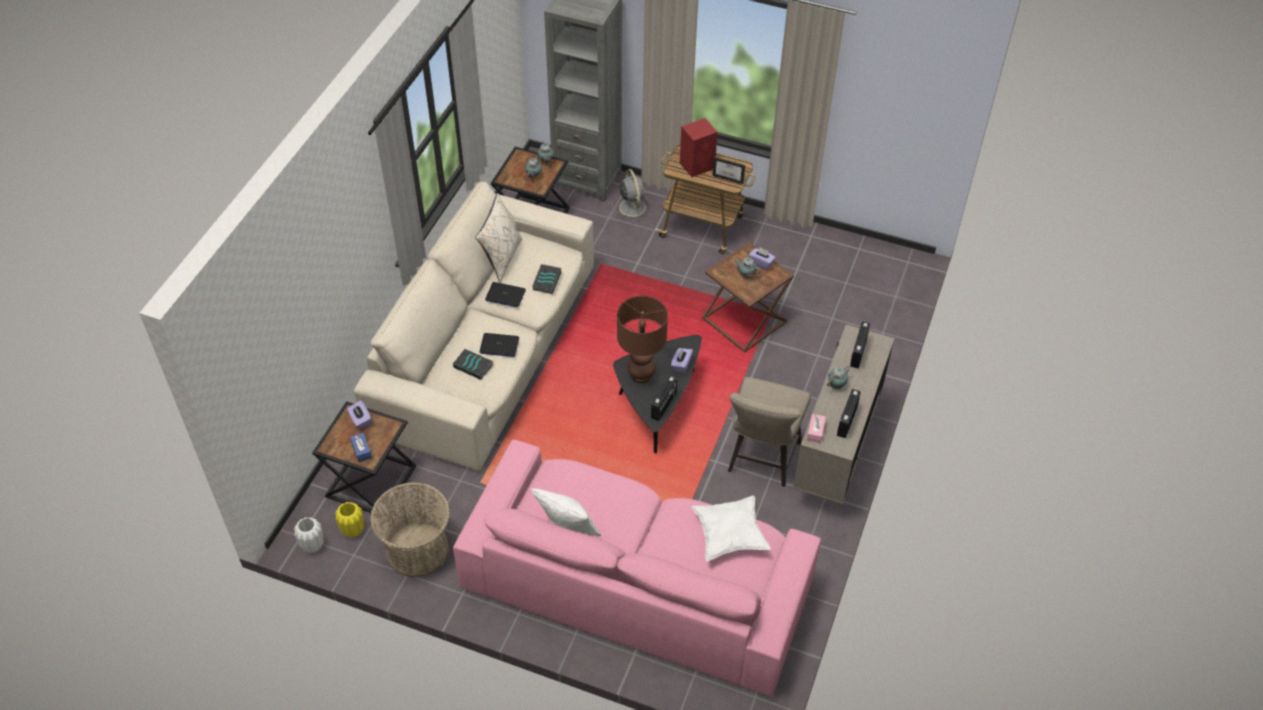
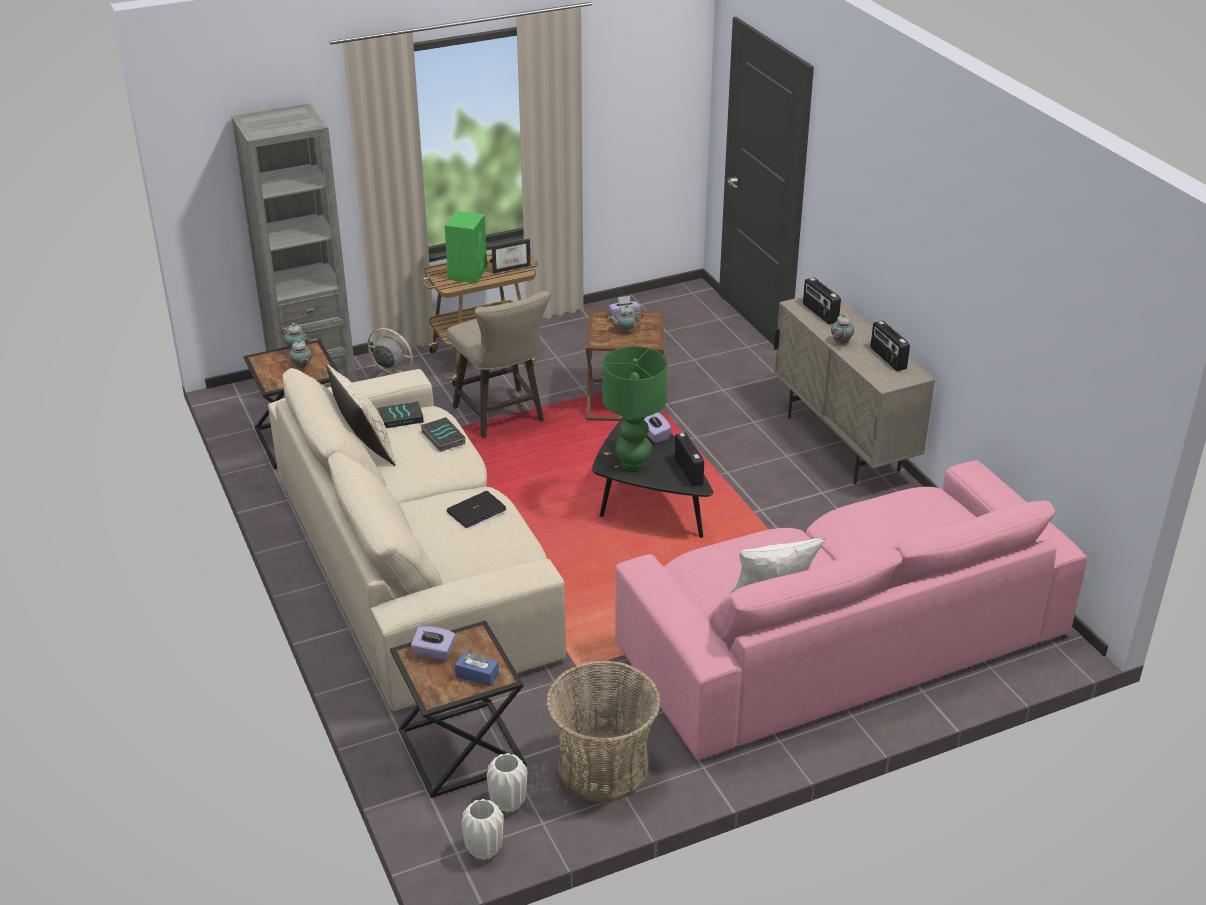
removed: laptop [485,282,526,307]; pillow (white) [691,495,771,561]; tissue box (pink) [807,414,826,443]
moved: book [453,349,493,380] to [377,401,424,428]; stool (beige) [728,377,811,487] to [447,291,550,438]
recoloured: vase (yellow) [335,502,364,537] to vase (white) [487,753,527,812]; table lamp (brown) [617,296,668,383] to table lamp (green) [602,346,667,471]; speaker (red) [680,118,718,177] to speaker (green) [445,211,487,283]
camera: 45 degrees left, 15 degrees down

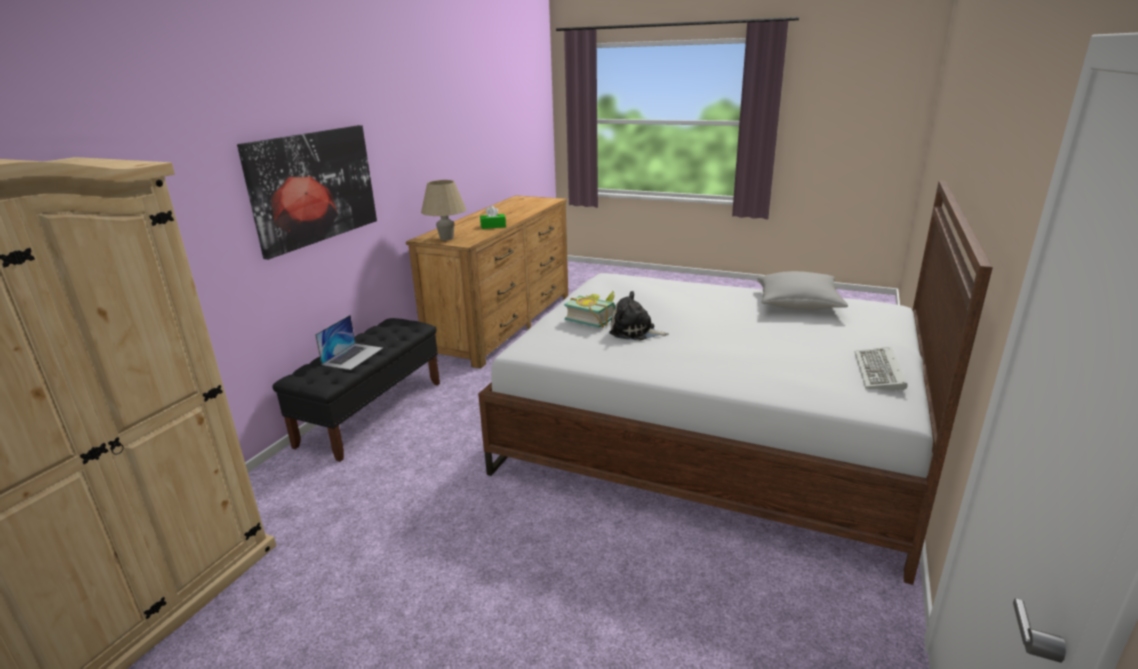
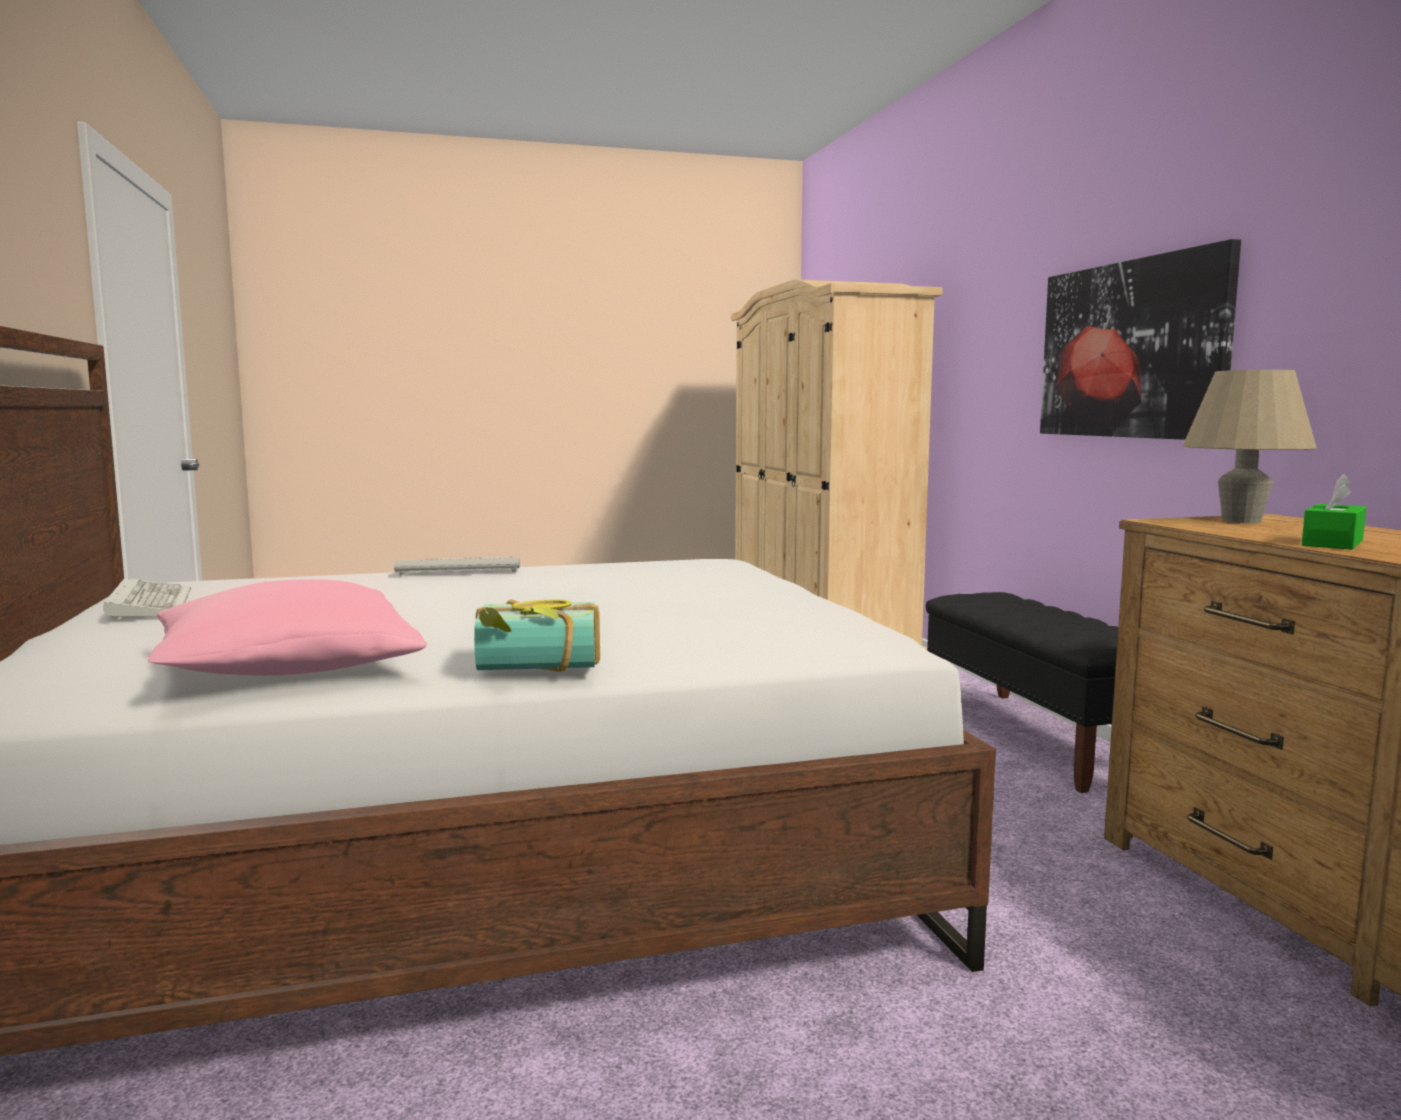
removed: laptop [315,315,383,370]; plush toy [609,291,669,341]
added: keyboard [394,556,520,575]
moved: book [564,291,615,328] to [474,599,600,672]
recoloured: pillow (grey) [757,271,848,310] to pillow (pink) [148,579,427,676]
camera: 140 degrees right, 15 degrees down

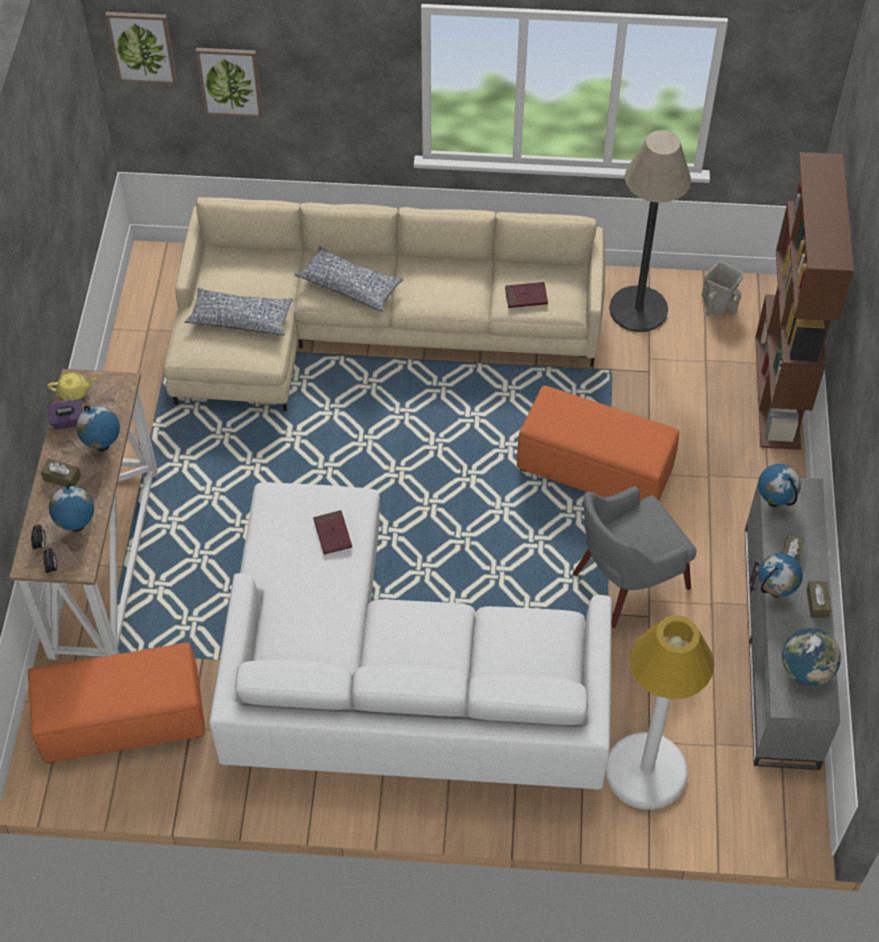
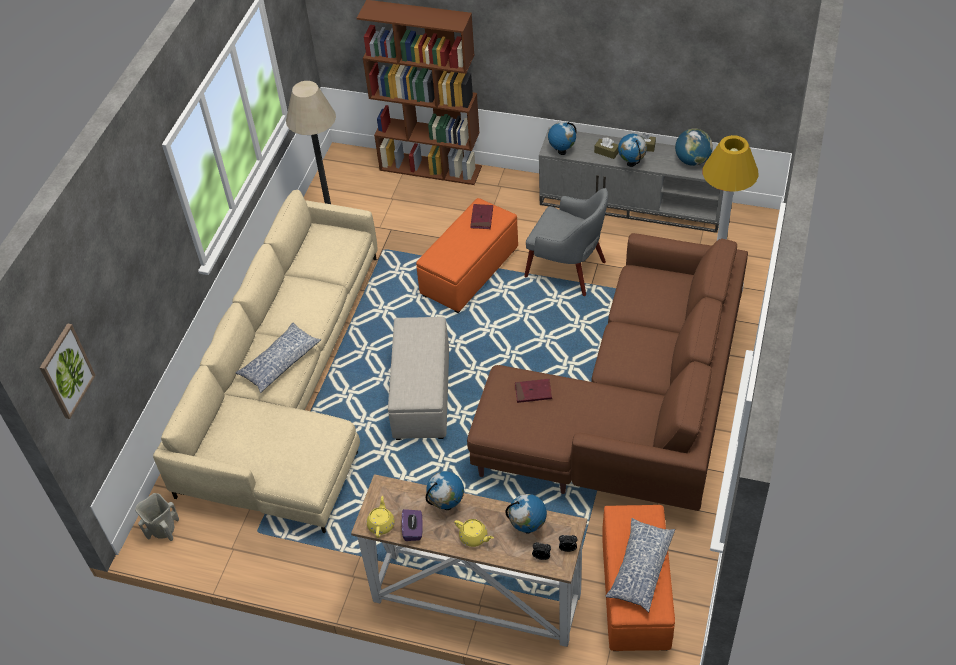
removed: picture [196,48,263,118]
added: ottoman (beige) [388,317,449,440]
moved: pillow [185,288,293,335] to [606,518,675,612]; book (red) [505,282,548,308] to [470,204,493,229]; vase (beige) [702,262,743,317] to [135,493,179,541]
replaced: tissue box (brown) [41,459,81,487] to teapot (yellow) [454,519,494,547]
recoloured: sofa (white) [209,482,612,790] to sofa (brown) [467,233,748,511]
turned: armchair (grey) [573,486,697,628] = [524,188,608,296] 45 degrees counterclockwise
camera: 75 degrees left, 5 degrees down

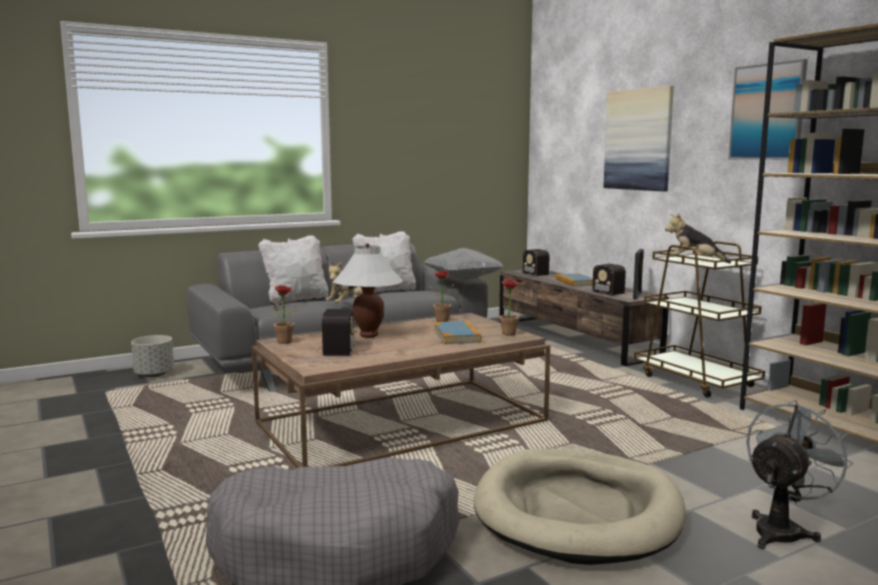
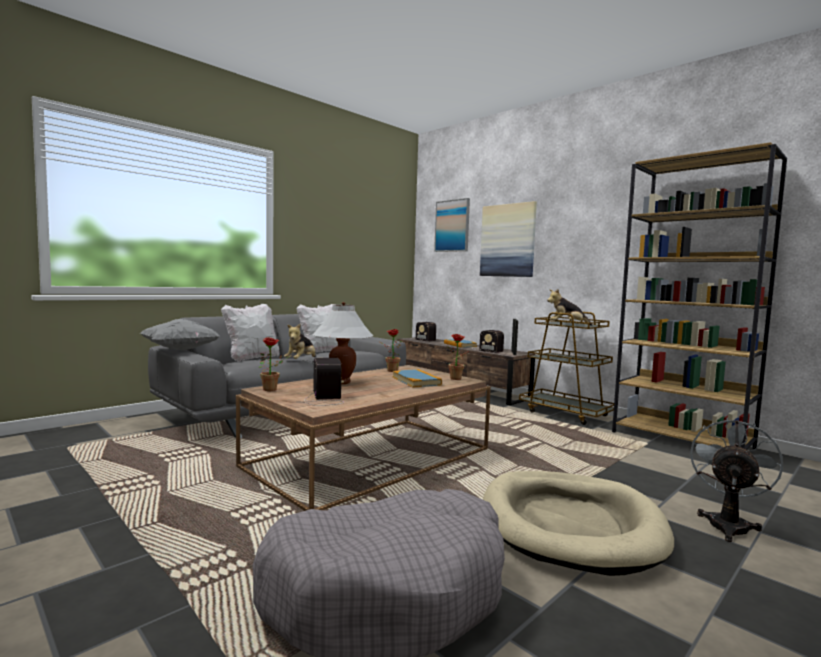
removed: planter (grey) [131,335,174,377]
moved: pillow (grey) [424,248,503,280] to [140,319,220,350]; picture [728,59,808,160] to [434,198,470,252]
camera: 15 degrees left, 5 degrees down

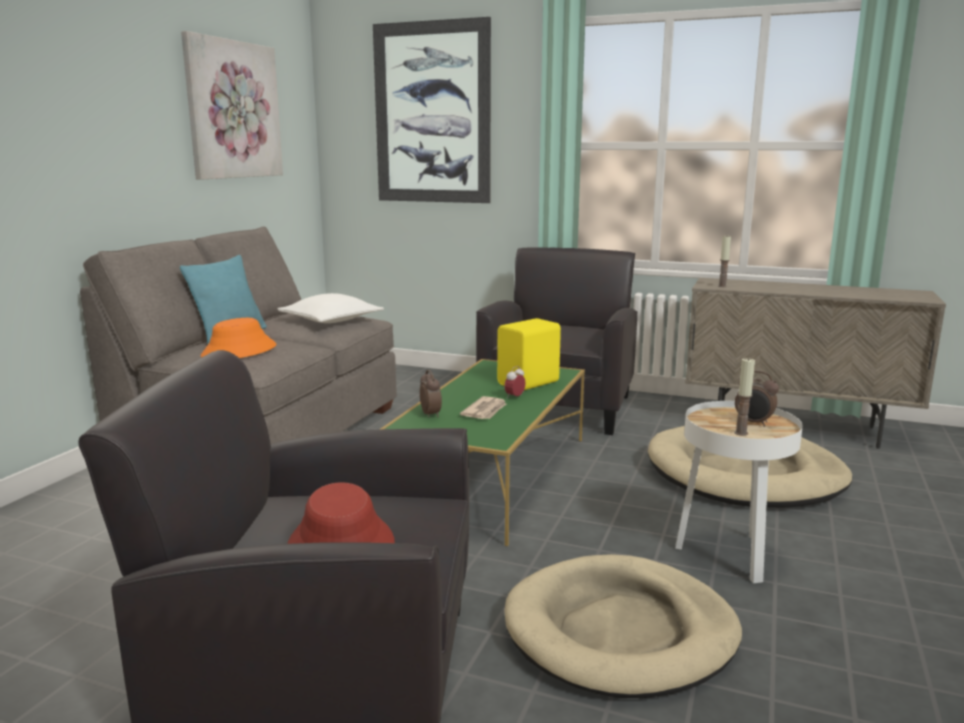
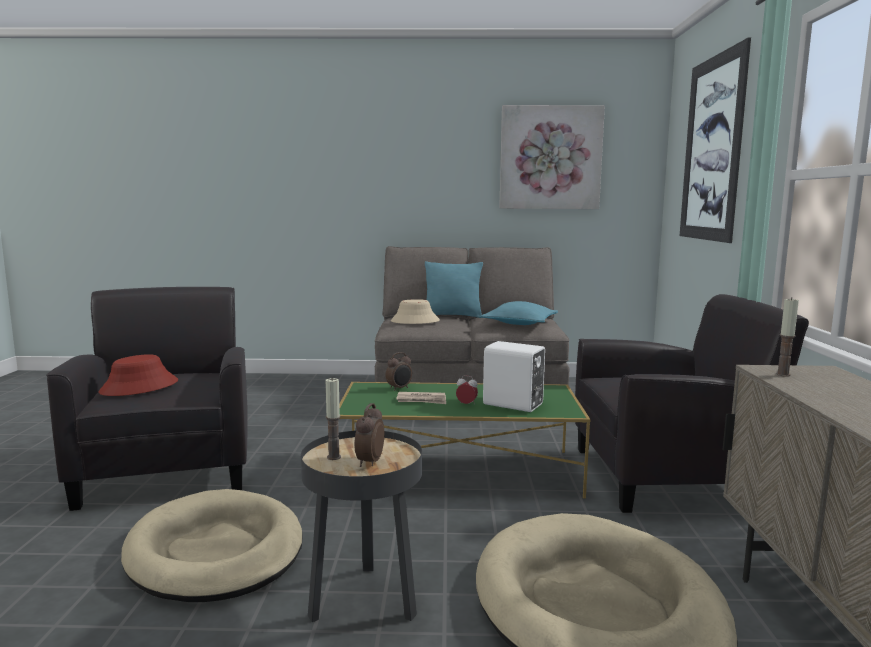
recoloured: hat (orange) [201,318,276,358] to hat (beige) [391,299,440,324]; pillow (white) [277,293,384,323] to pillow (turquoise) [480,301,558,325]; speaker (yellow) [497,318,561,390] to speaker (white) [483,341,545,412]; side table (white) [675,401,803,583] to side table (black) [301,430,422,622]
camera: 70 degrees right, 5 degrees down

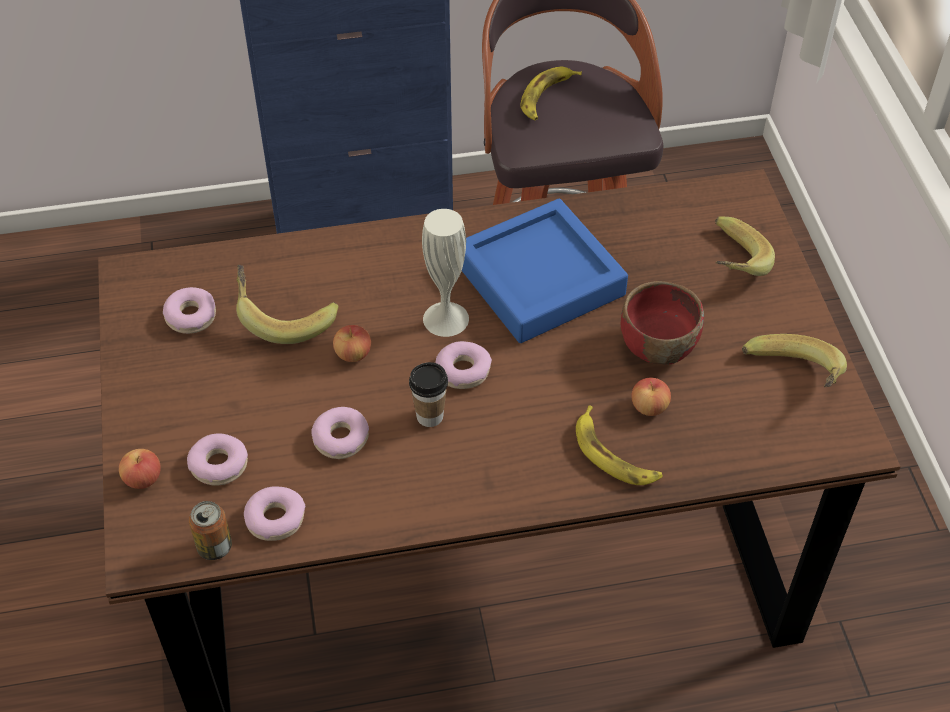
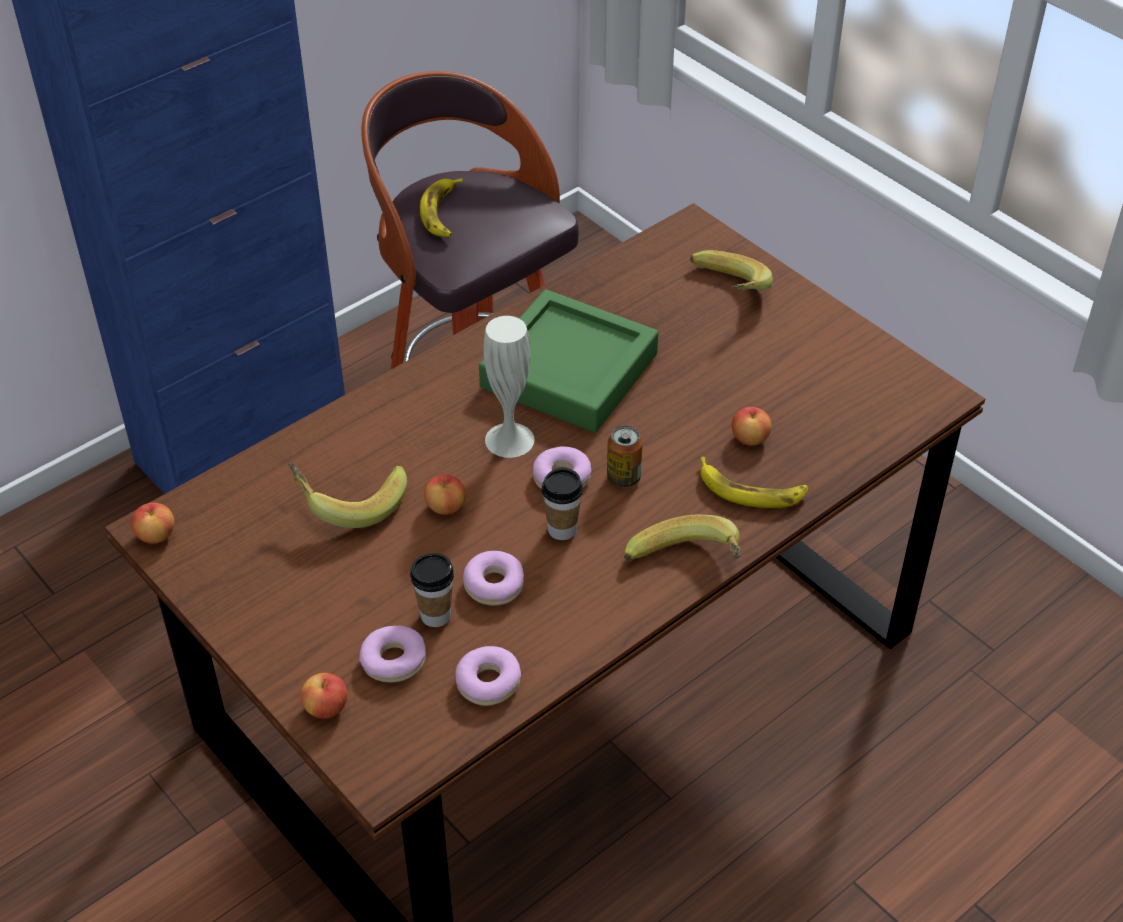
removed: donut [163,287,216,334]; bowl (red) [621,281,704,365]
added: apple [131,503,174,544]; cup [410,553,454,627]
moved: can [189,501,232,560] to [607,426,643,487]; banana [742,334,847,388] to [624,515,741,561]
recoloured: tray (blue) [462,199,628,343] to tray (green) [479,290,658,433]
camera: 30 degrees left, 5 degrees down

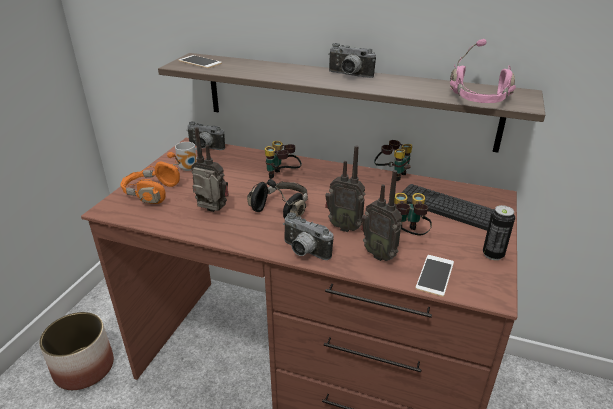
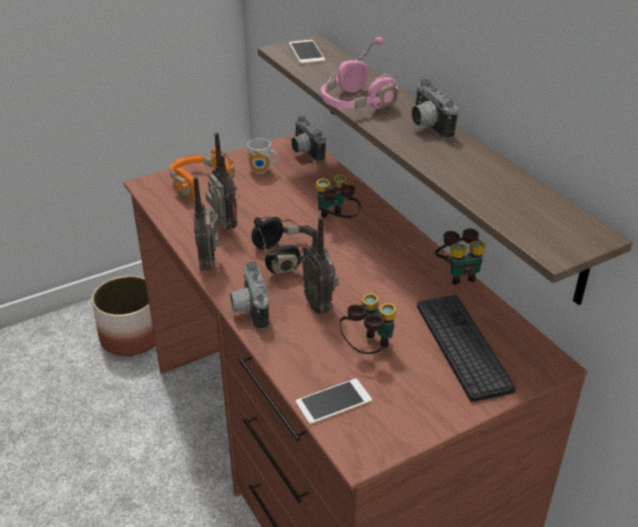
removed: can [483,205,515,260]
moved: radio [361,170,402,261] to [193,177,220,271]; headphones (pink) [450,39,516,103] to [321,37,398,109]
camera: 40 degrees right, 5 degrees up

